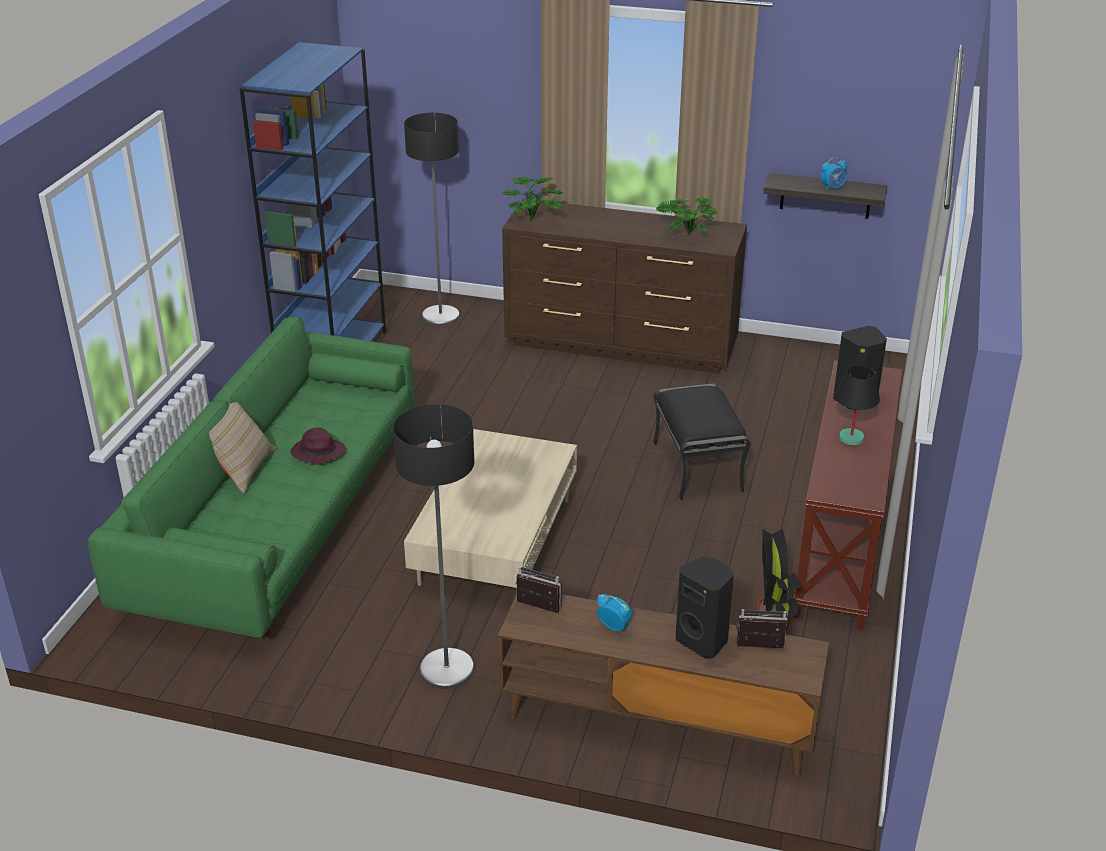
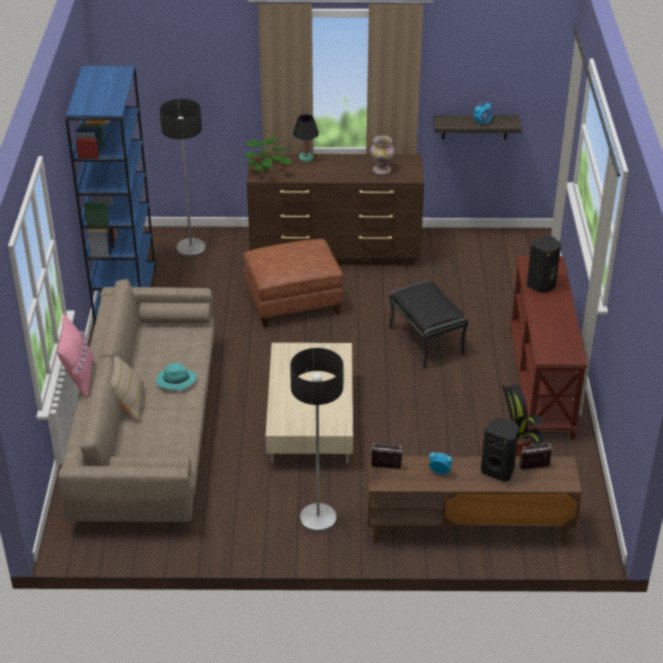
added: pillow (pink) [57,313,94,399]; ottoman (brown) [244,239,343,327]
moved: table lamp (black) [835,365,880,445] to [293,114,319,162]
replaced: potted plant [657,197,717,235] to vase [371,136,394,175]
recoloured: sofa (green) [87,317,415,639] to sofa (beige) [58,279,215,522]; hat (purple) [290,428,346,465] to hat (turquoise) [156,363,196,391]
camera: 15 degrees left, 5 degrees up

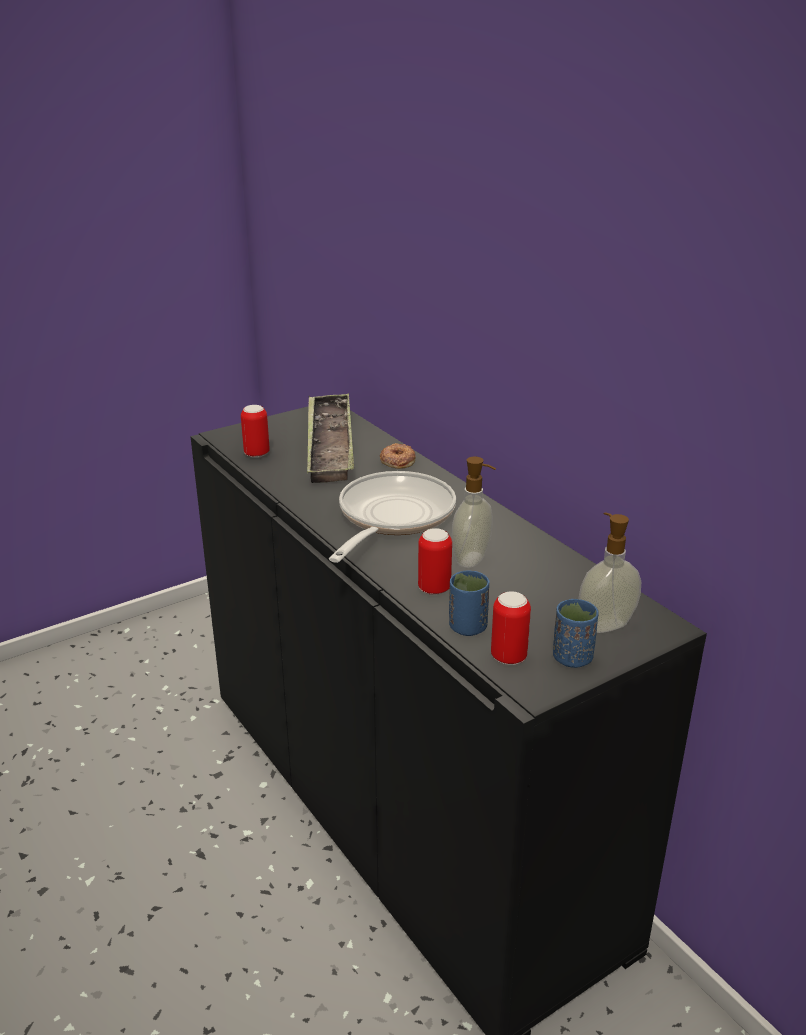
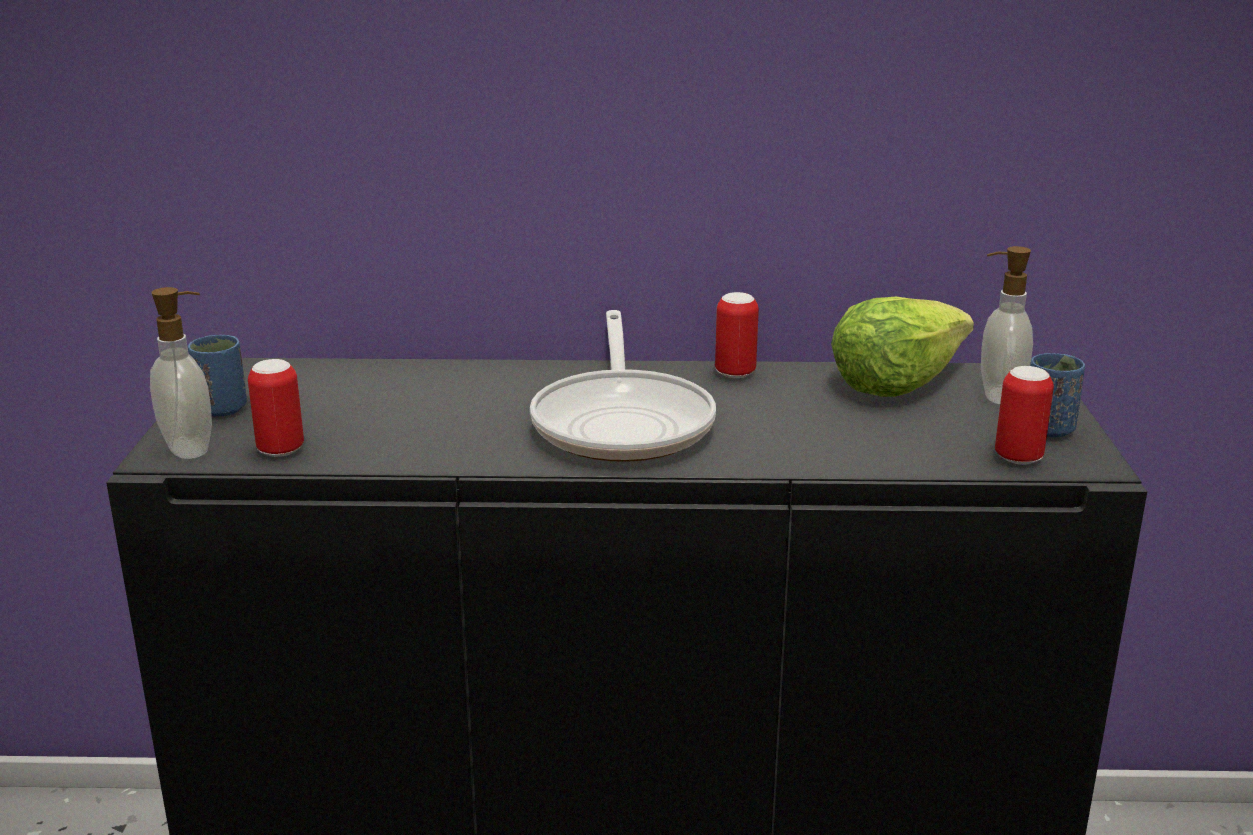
removed: tray [307,394,354,483]; donut [380,443,416,469]
added: lettuce [831,297,974,397]
moved: can [418,528,452,595] to [715,292,759,378]; cup (blue) [449,570,490,636] to [188,335,247,416]; soap dispenser [452,457,496,568] to [150,287,212,459]
turned: frying pan [329,471,456,563] = [530,310,716,462] 150 degrees counterclockwise
camera: 55 degrees left, 5 degrees down

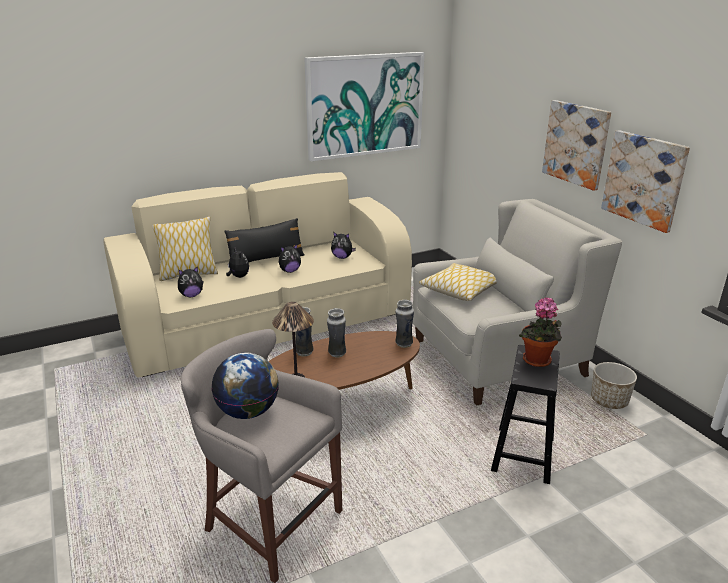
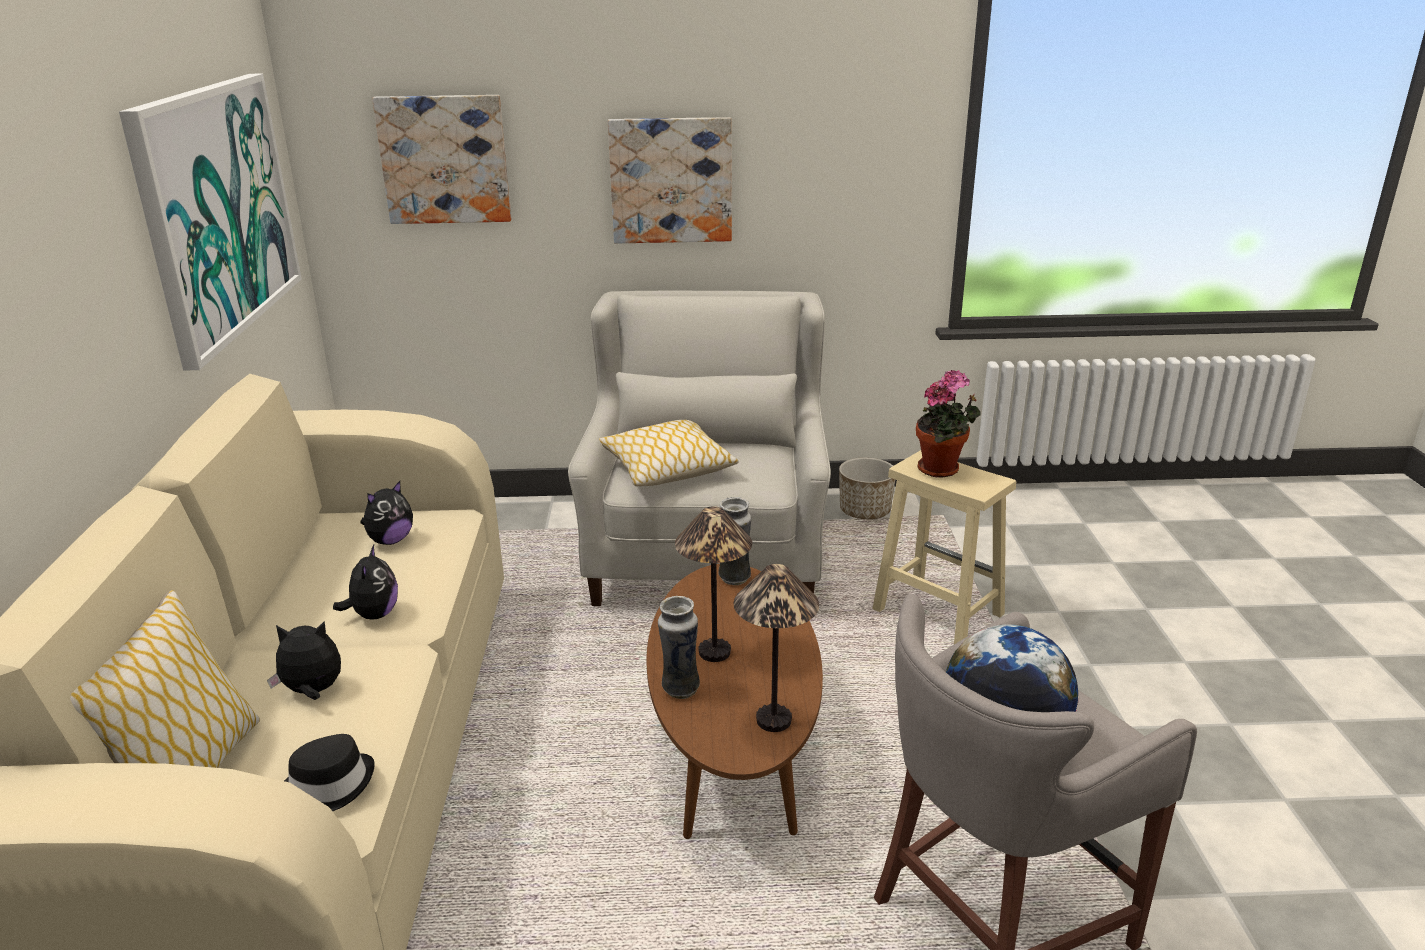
removed: pillow (black) [224,218,305,263]
moved: picture [601,130,690,233] to [372,95,512,224]
replaced: plush toy [178,266,204,297] to hat (black) [284,734,375,811]; vase [327,308,346,358] to table lamp [675,506,752,662]
recoloured: stool (black) [491,345,560,484] to stool (beige) [872,450,1016,644]
camera: 65 degrees left, 0 degrees up

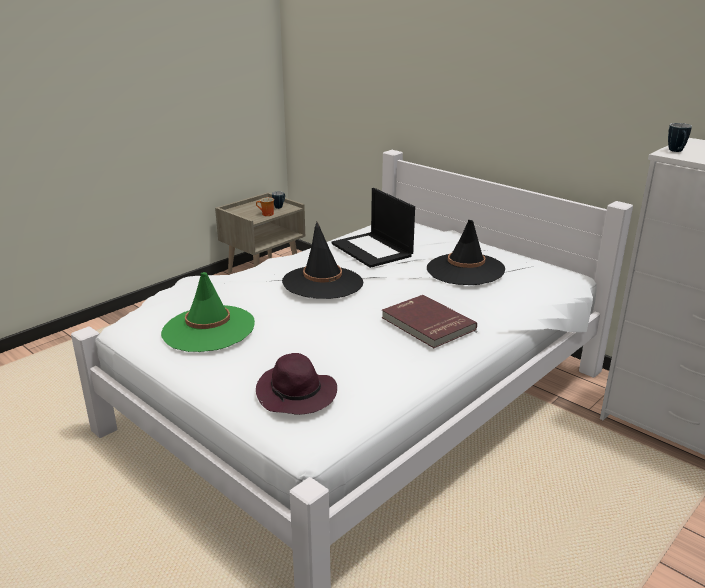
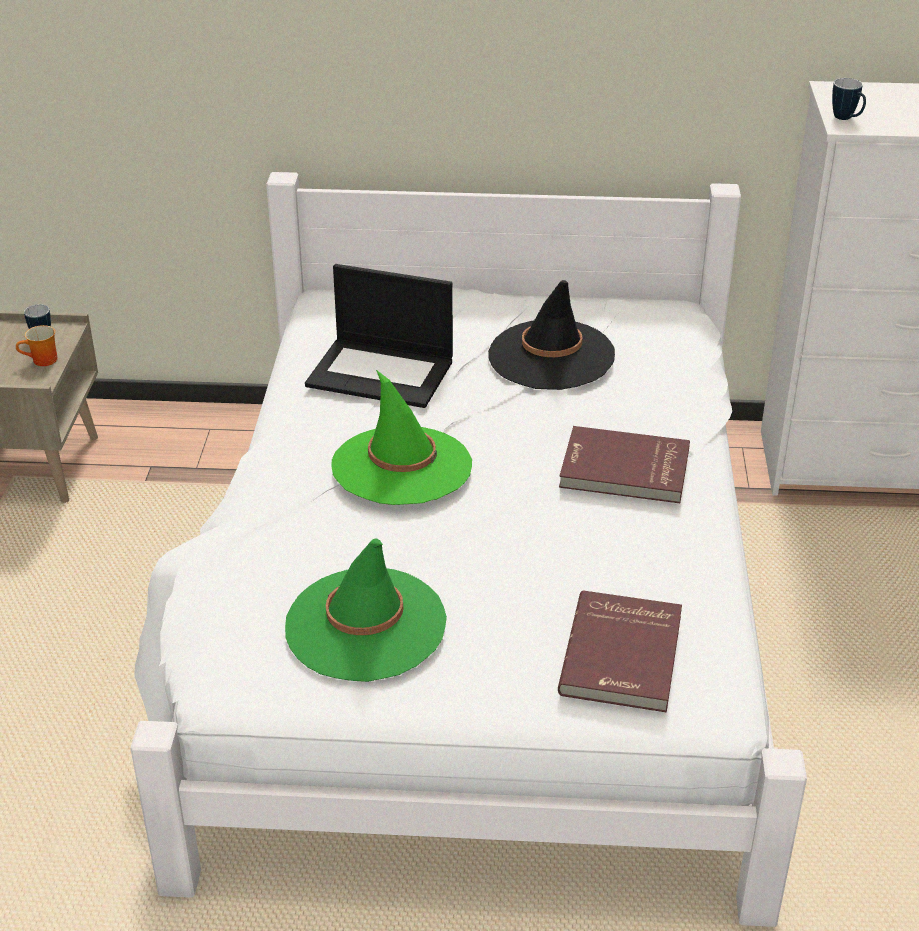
replaced: hat (purple) [256,353,337,415] to book (red) [558,590,682,712]
recoloured: hat (black) [282,222,363,299] to hat (green) [332,370,472,505]
camera: 40 degrees left, 10 degrees up

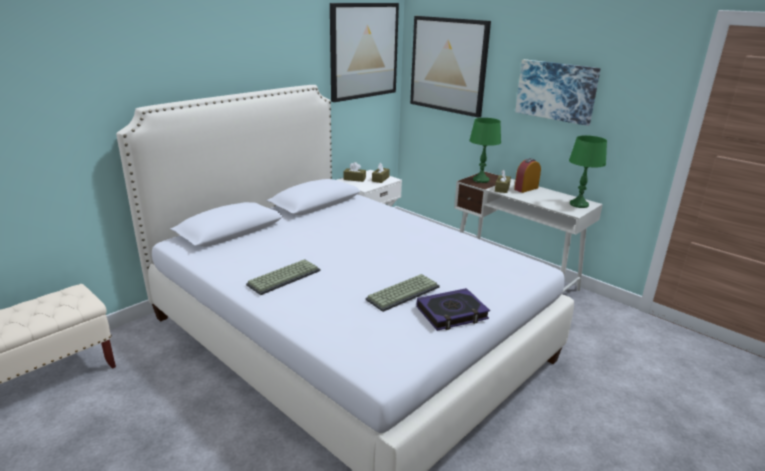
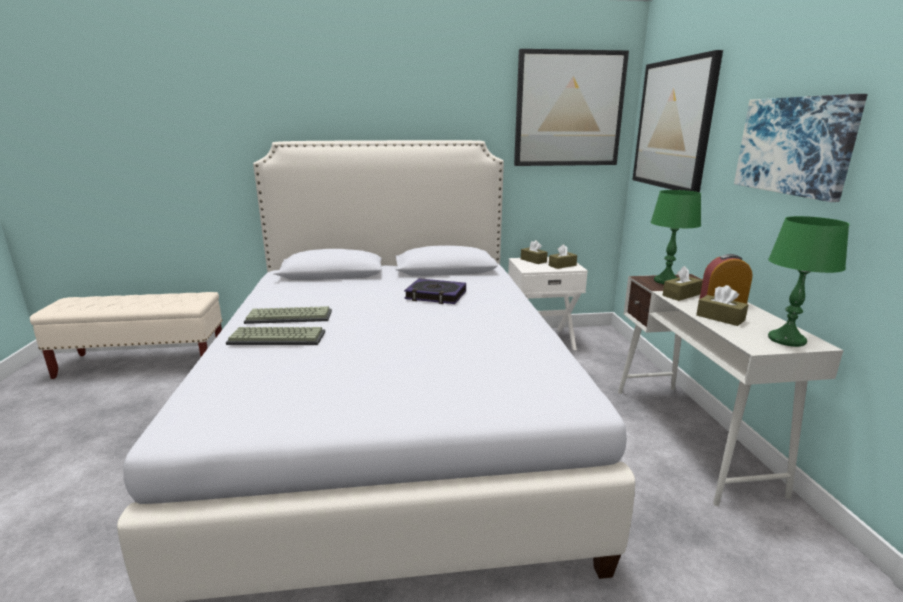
added: tissue box (brown) [696,285,748,326]
moved: keyboard [366,274,440,312] to [226,327,325,345]; book [417,288,490,331] to [404,278,466,304]
camera: 40 degrees right, 5 degrees down

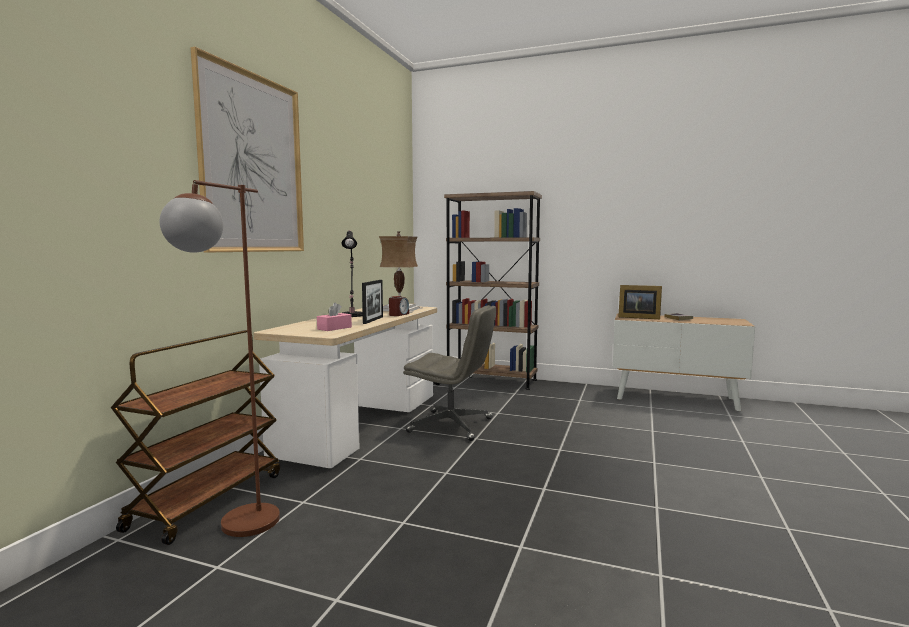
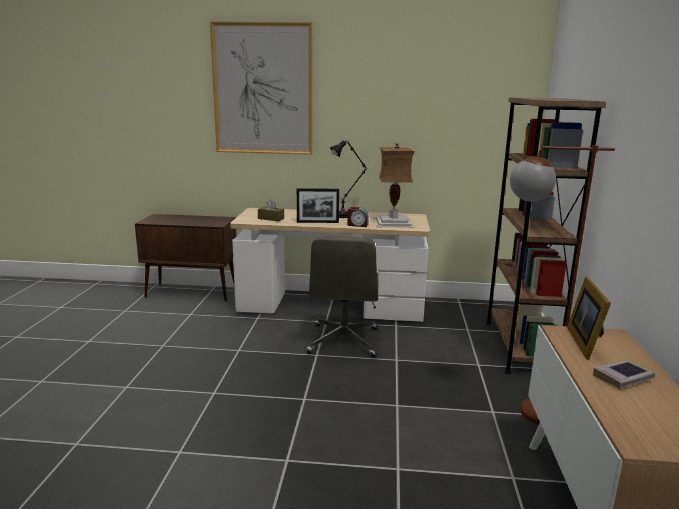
moved: floor lamp (brown) [160,180,280,537] to [510,145,615,425]
replaced: cart (brown) [111,330,280,545] to cabinet (brown) [135,214,237,302]
recoloured: tissue box (pink) [317,302,352,331] to tissue box (brown) [258,199,284,222]
camera: 75 degrees right, 10 degrees up

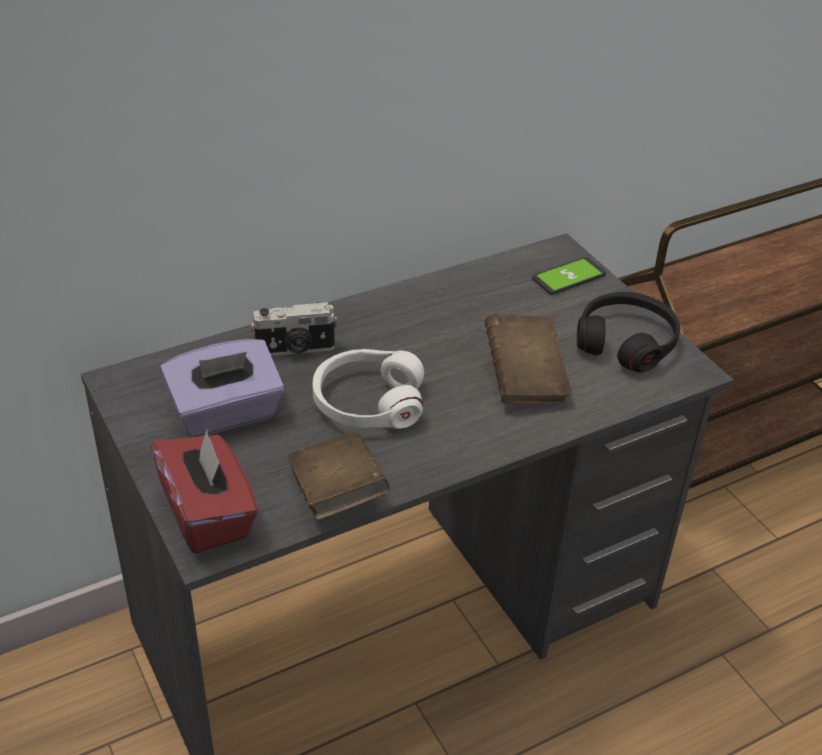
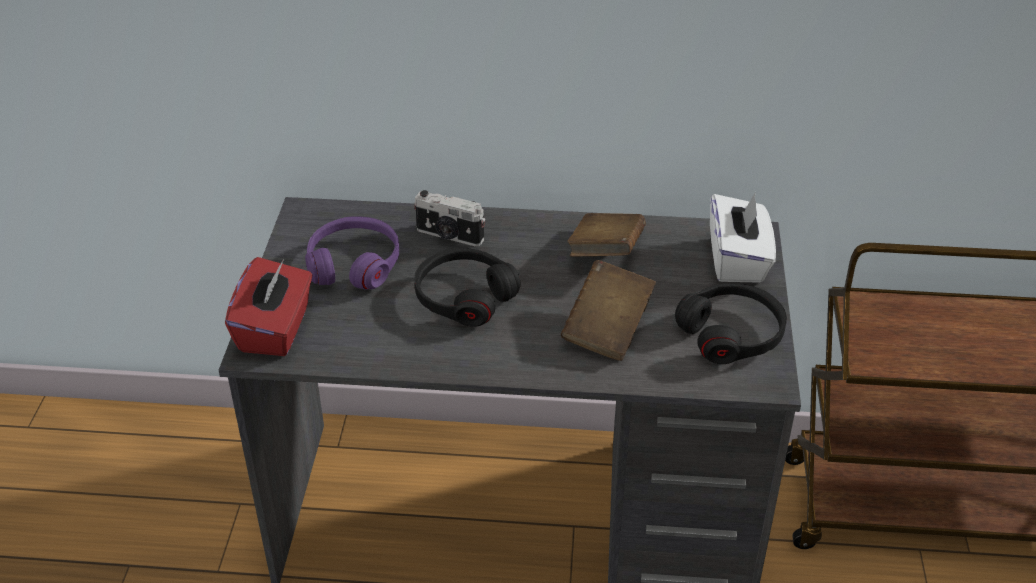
moved: book (brown) [287,432,390,520] to [567,213,646,257]
replaced: tissue box (purple) [160,339,284,437] to headphones (purple) [305,216,399,290]; phone [532,257,606,295] to tissue box (white) [710,192,776,283]
recoloured: headphones (white) [313,349,424,429] to headphones (black) [414,248,521,327]
camera: 35 degrees right, 0 degrees up

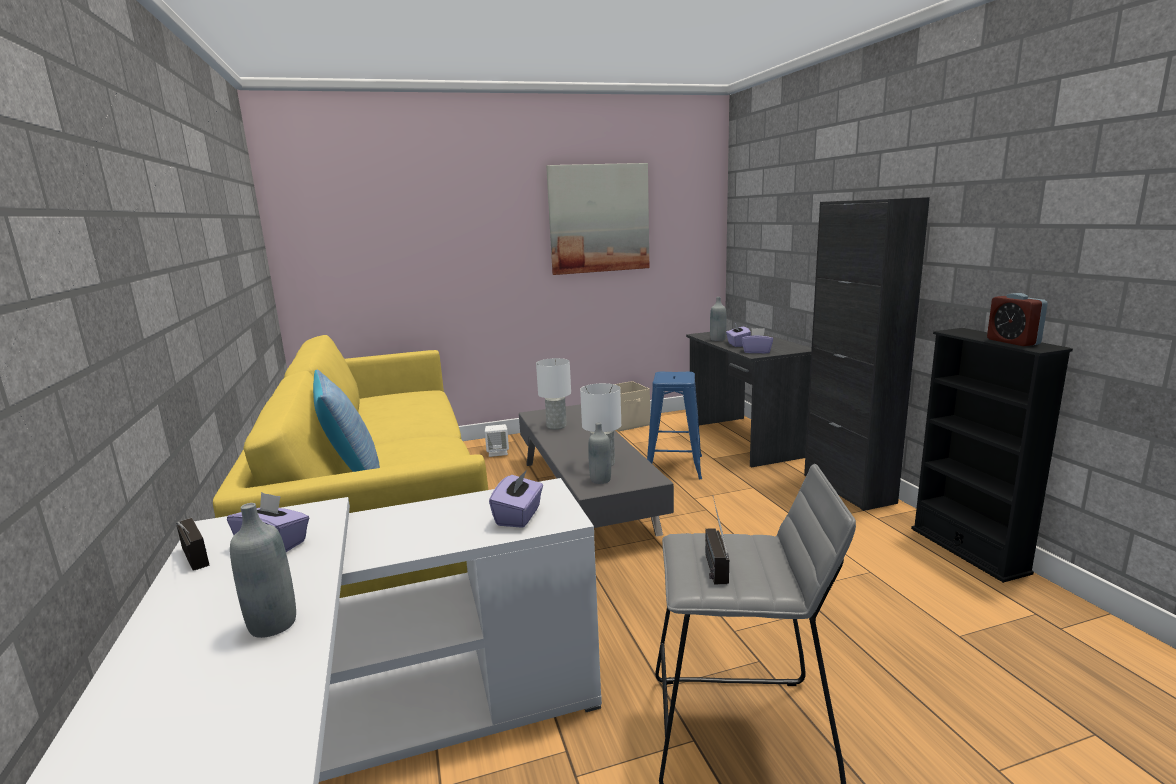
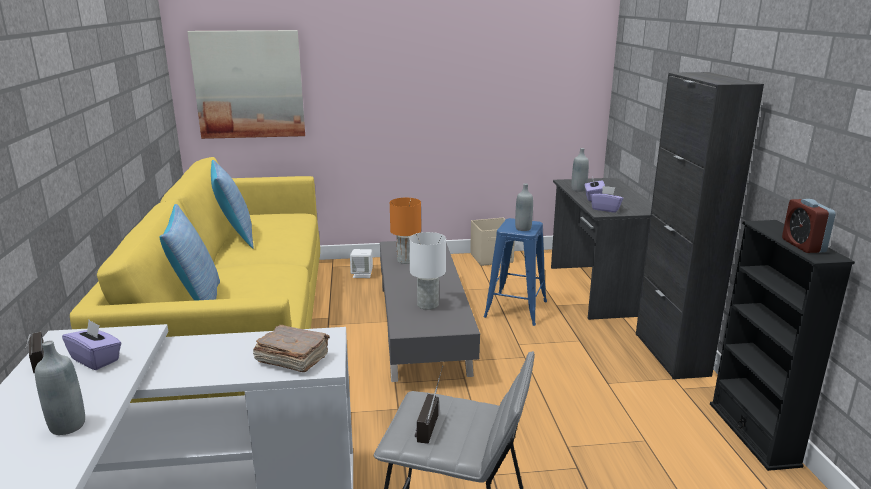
added: pillow [211,160,254,249]
moved: picture [546,163,649,275] to [187,30,305,139]; bottle (grey) [588,422,611,484] to [515,183,533,231]
replaced: tissue box (purple) [489,470,543,528] to book (brown) [253,325,330,372]
recoloured: table lamp (white) [536,358,571,429] to table lamp (orange) [390,198,421,264]
camera: 10 degrees right, 5 degrees up

